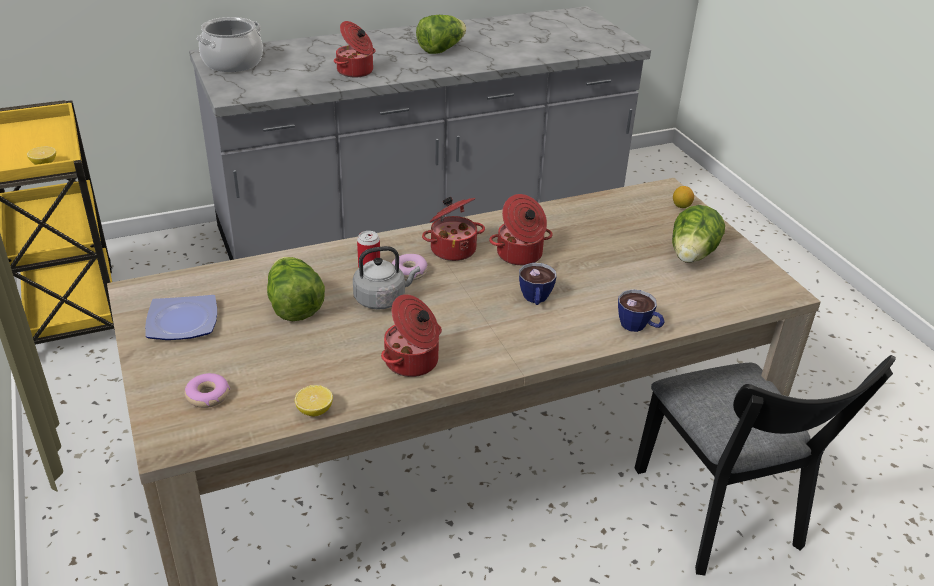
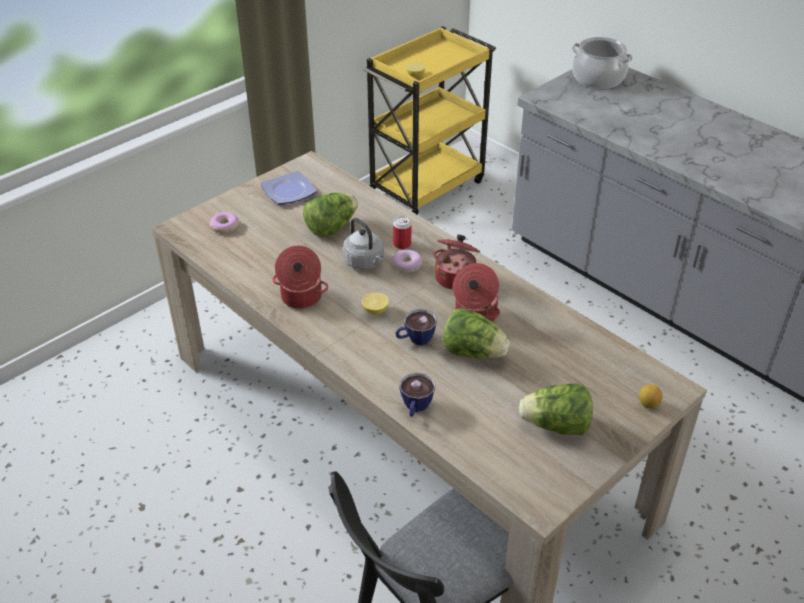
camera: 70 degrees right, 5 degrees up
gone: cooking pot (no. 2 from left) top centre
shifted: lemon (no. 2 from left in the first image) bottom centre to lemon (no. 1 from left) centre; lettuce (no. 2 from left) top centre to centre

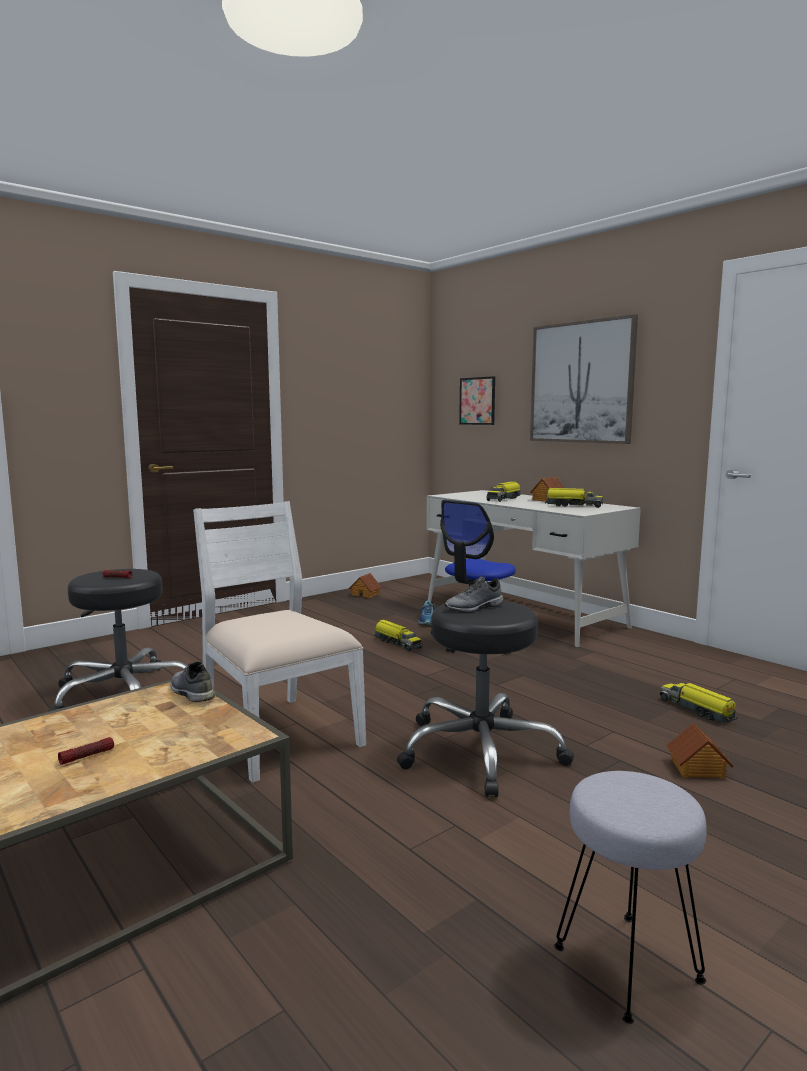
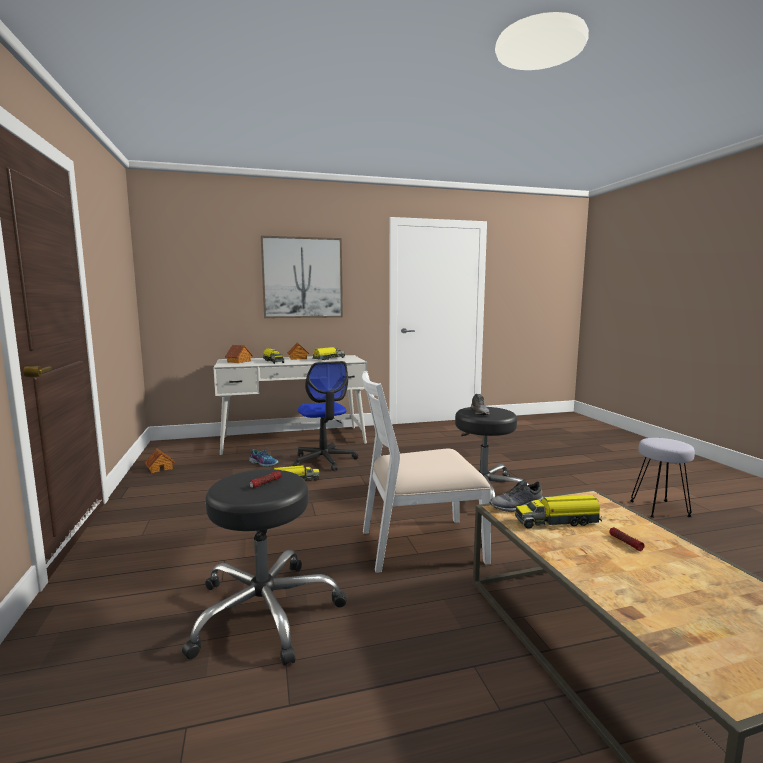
camera: 65 degrees left, 0 degrees up
gone: picture (no. 1 from left) centre
shifted: toy house (no. 3 from left in the first image) bottom right to toy house (no. 2 from left) middle left; toy truck (no. 4 from left) middle right to bottom right

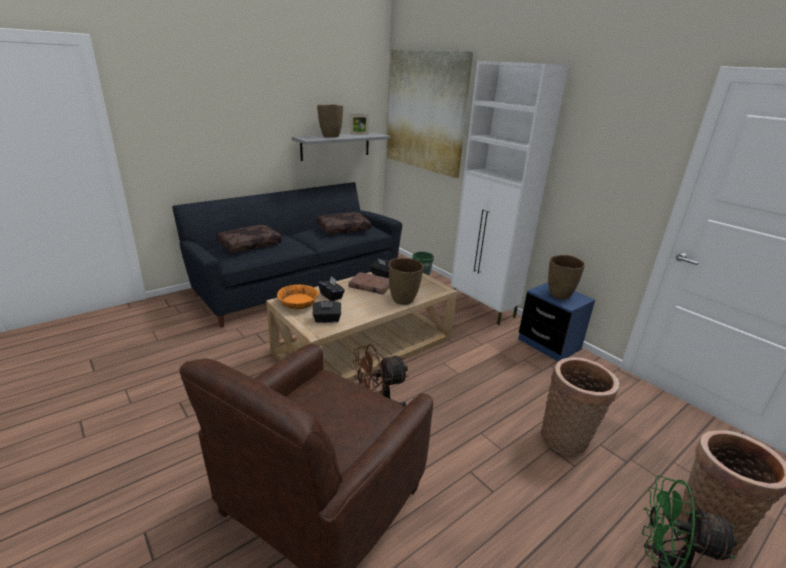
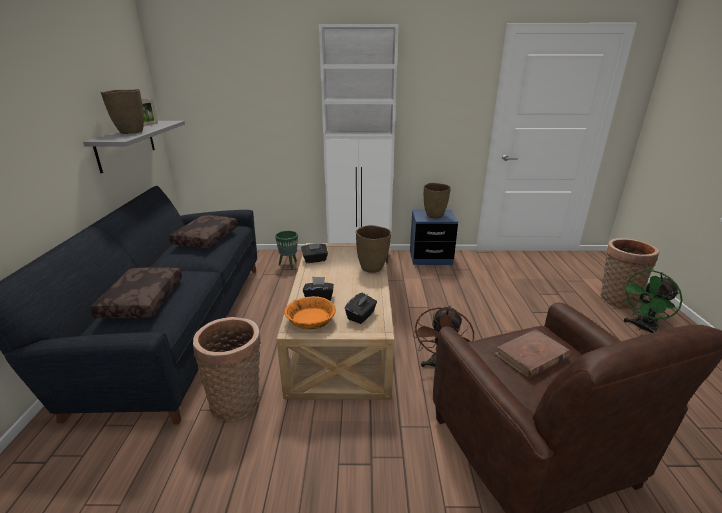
camera: 50 degrees left, 0 degrees up
gone: picture top centre
shifted: basket (no. 1 from left) bottom right to bottom left; book (brown) centre to bottom right

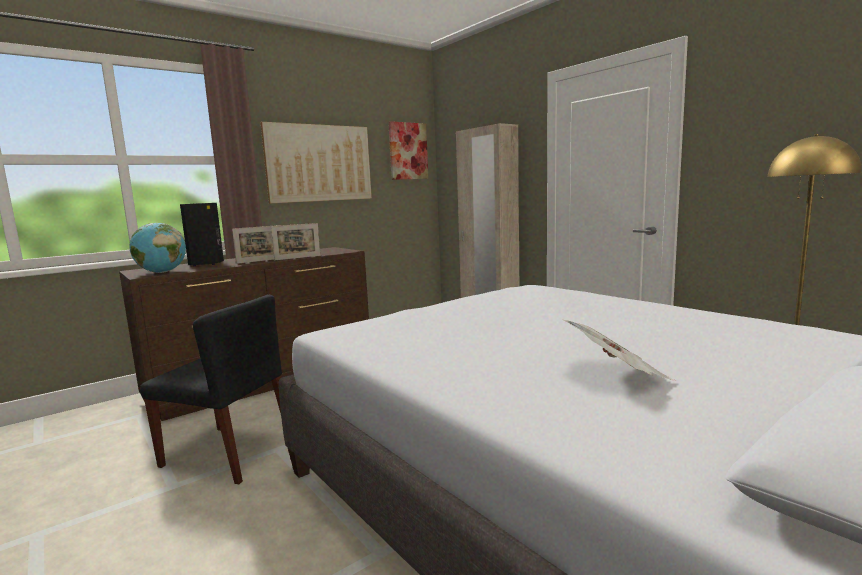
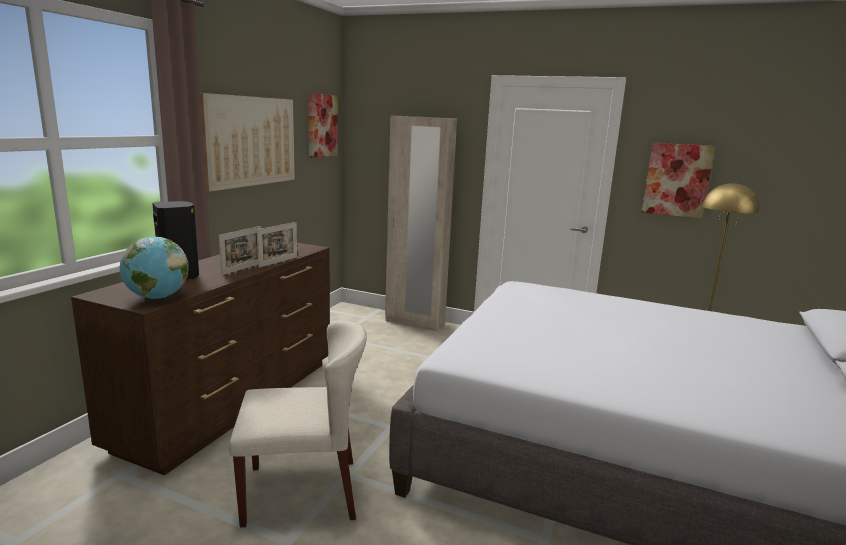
camera: 30 degrees left, 5 degrees up
gone: newspaper middle right
new: picture (no. 3 from left) top right
repainted: chair (black) bottom left to chair (beige) bottom centre

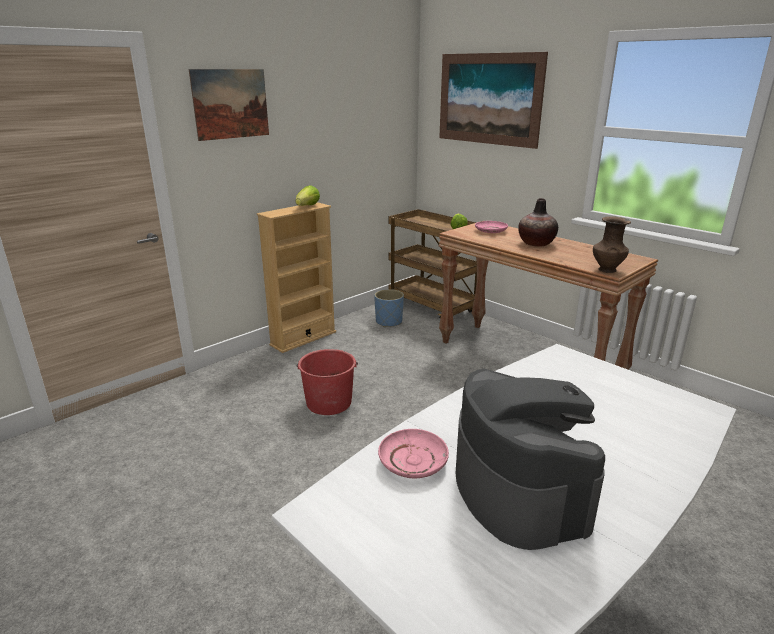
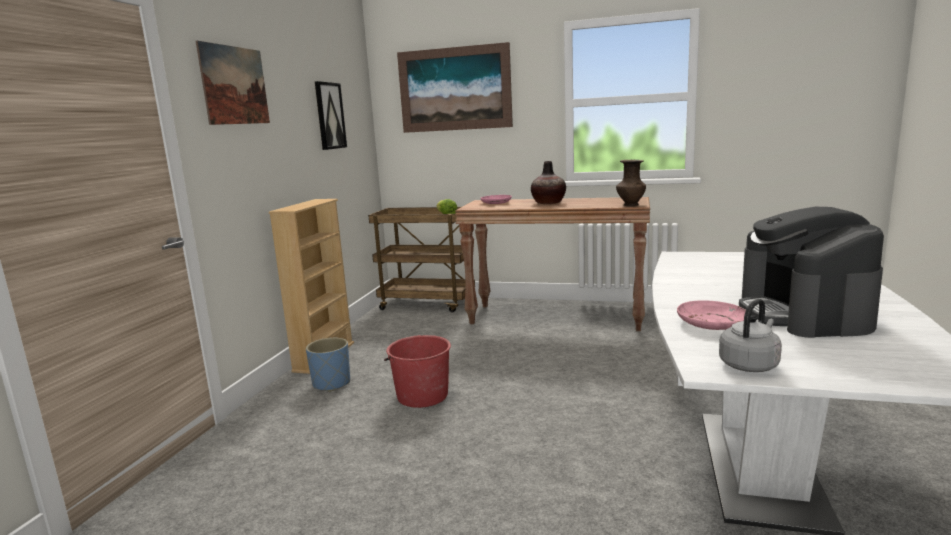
camera: 30 degrees left, 10 degrees down
gone: lettuce (no. 1 from left) top centre
new: picture (no. 2 from left) top centre; kettle (grey) middle right
shifted: planter (blue) centre to bottom centre
rotated: coffee machine bottom right = middle right 135 degrees counterclockwise

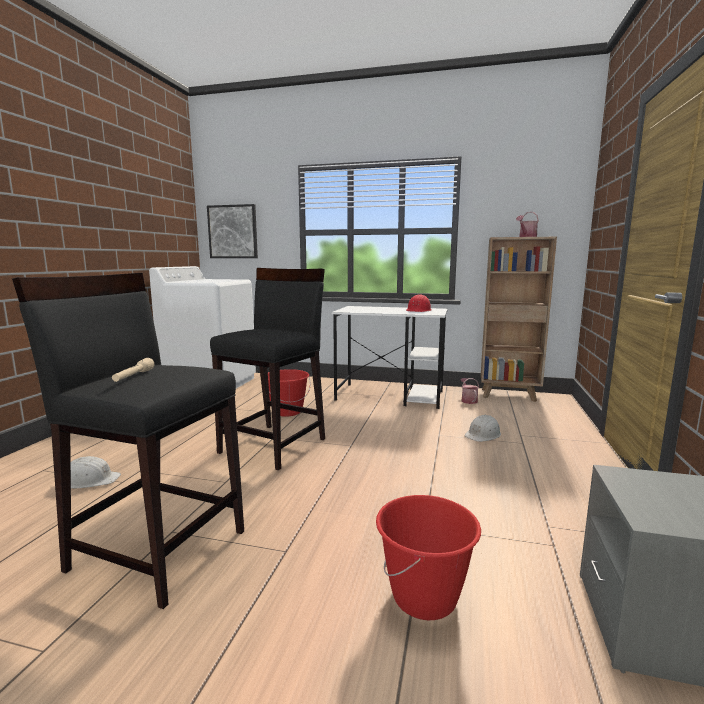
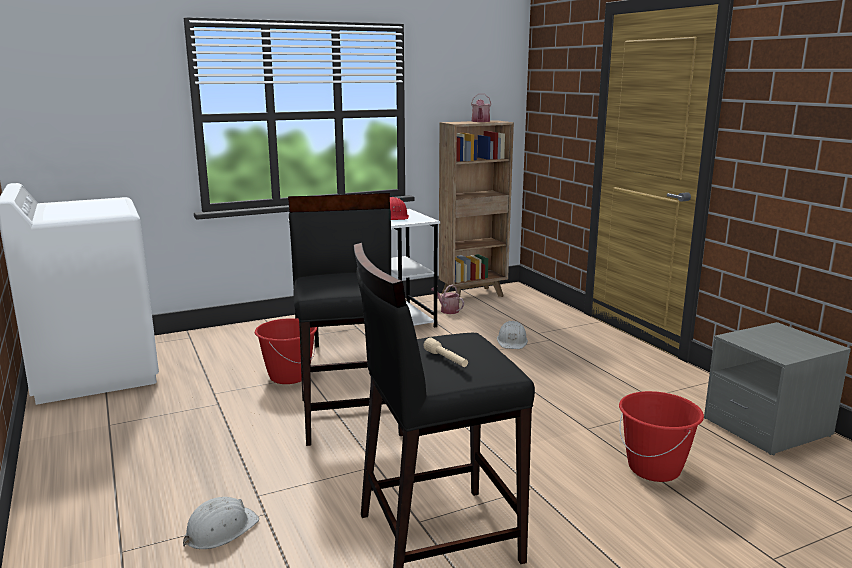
camera: 40 degrees left, 5 degrees up
gone: picture top left

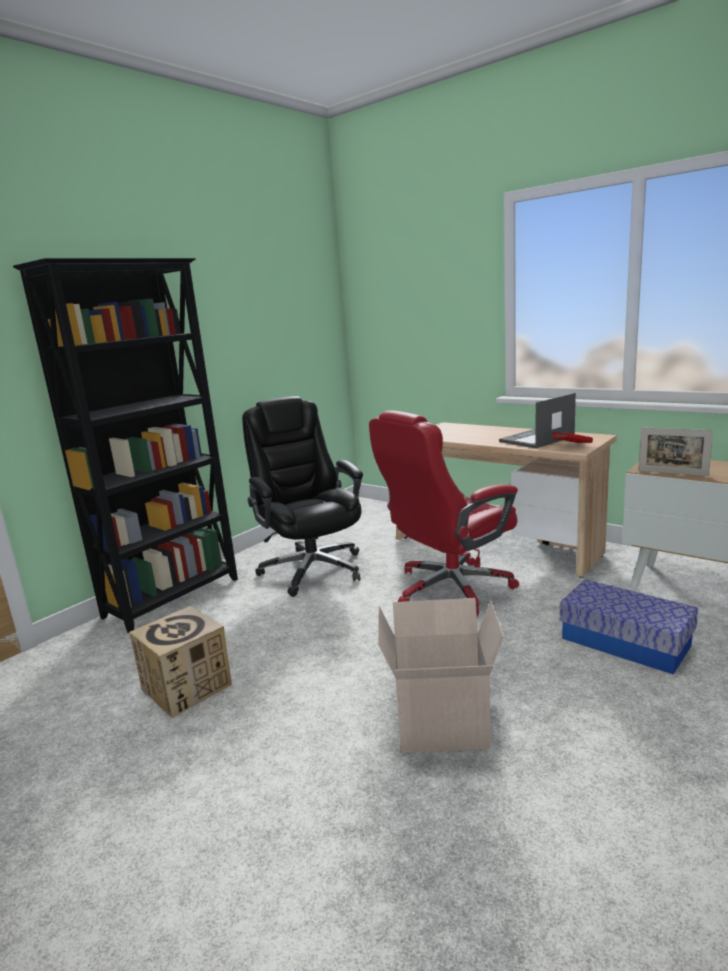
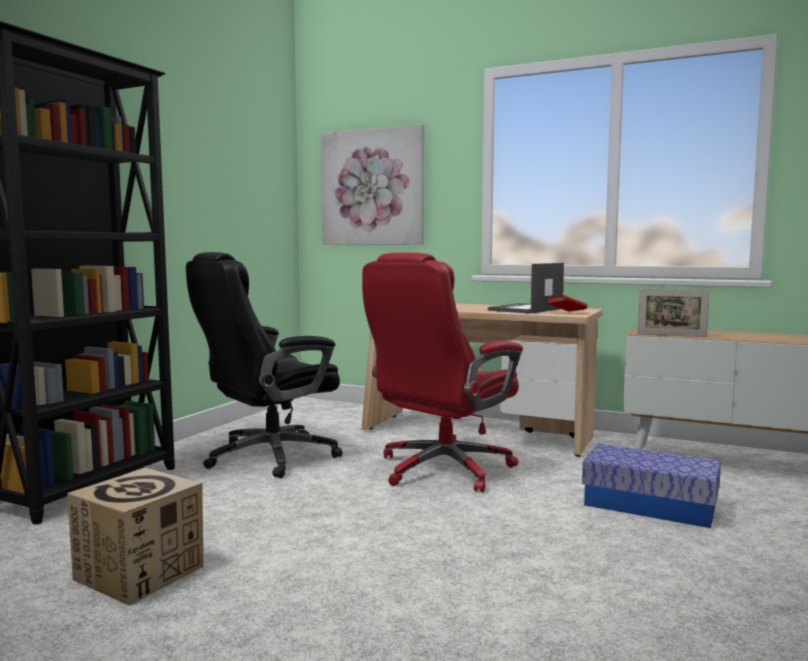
camera: 15 degrees left, 10 degrees down
gone: cardboard box (no. 2 from left) bottom centre
new: picture top centre
rotated: office chair (black) centre = middle left 90 degrees counterclockwise

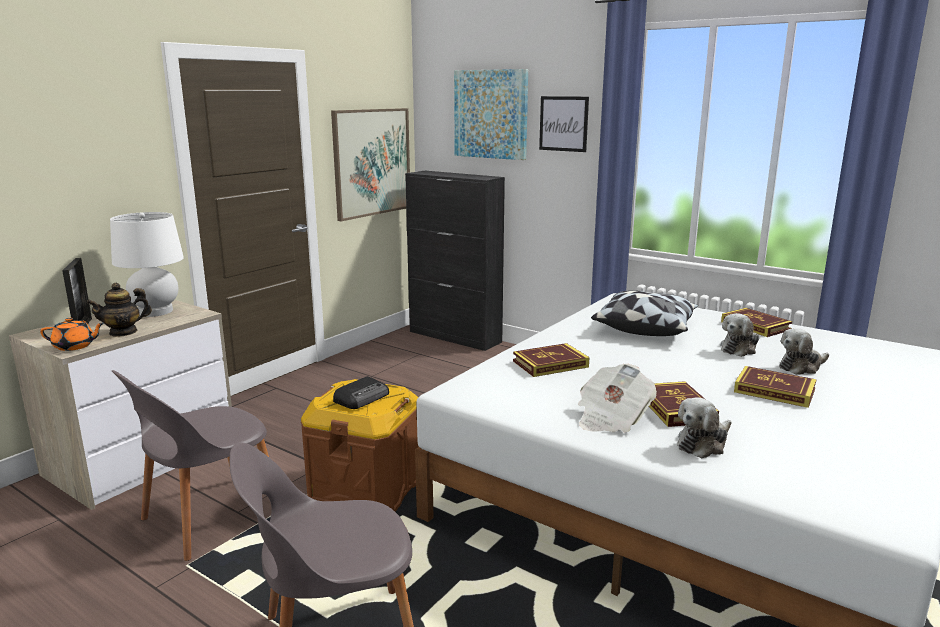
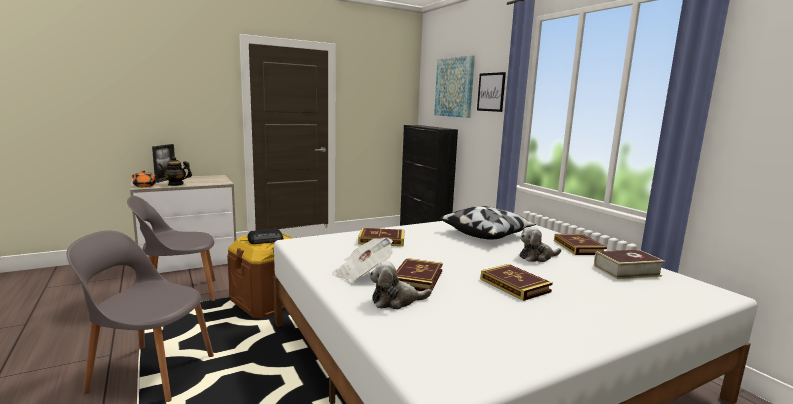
camera: 25 degrees right, 5 degrees down
gone: table lamp (white) middle left; picture (no. 1 from left) top centre; plush toy (no. 3 from left) middle right
new: book (no. 5 from left) middle right

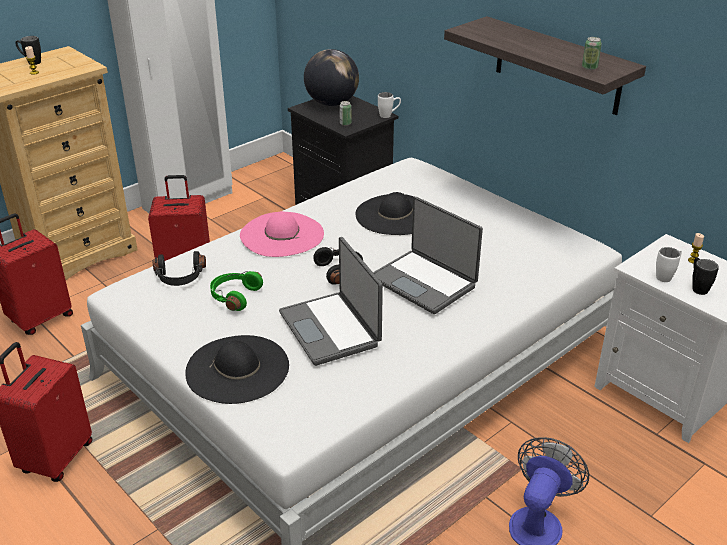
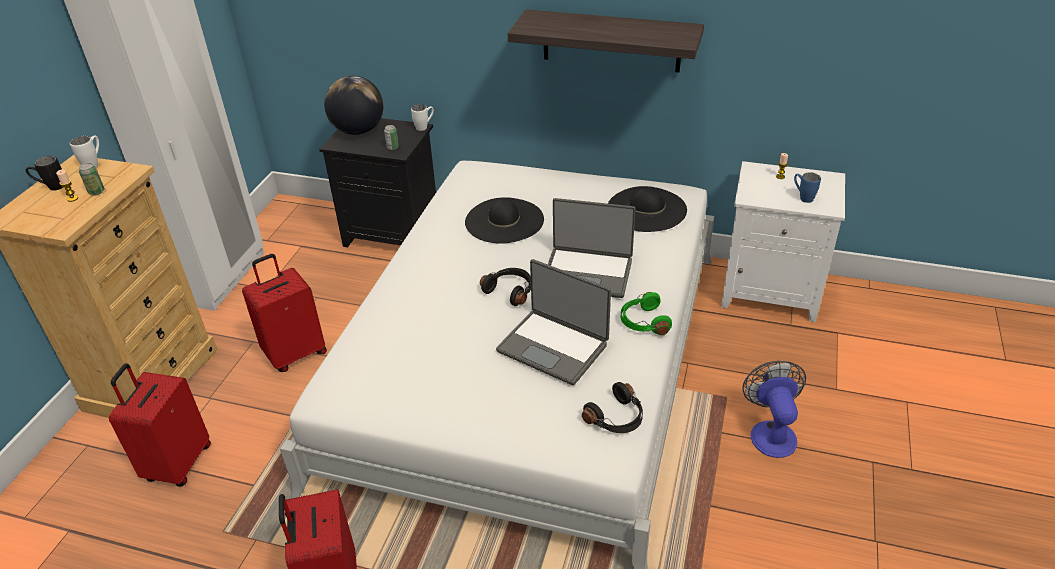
camera: 30 degrees left, 5 degrees up
gone: hat (pink) centre
shifted: mug (white) (no. 2 from left in the first image) middle right to mug (white) (no. 1 from left) top left; can (no. 2 from left in the first image) top right to can (no. 1 from left) top left; headphones (black) (no. 1 from left in the first image) middle left to headphones (black) (no. 2 from left) bottom centre; hat (black) (no. 1 from left in the first image) bottom left to hat (black) (no. 2 from left) centre; headphones (green) middle left to centre
repainted: mug (black) (no. 2 from left) middle right to mug (blue) top right

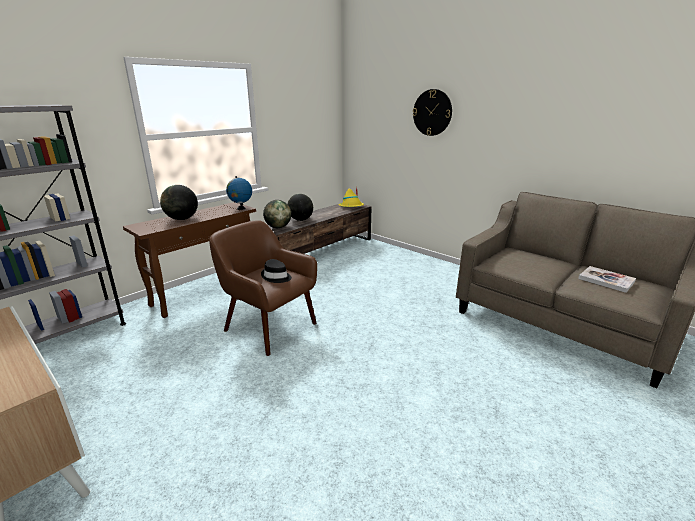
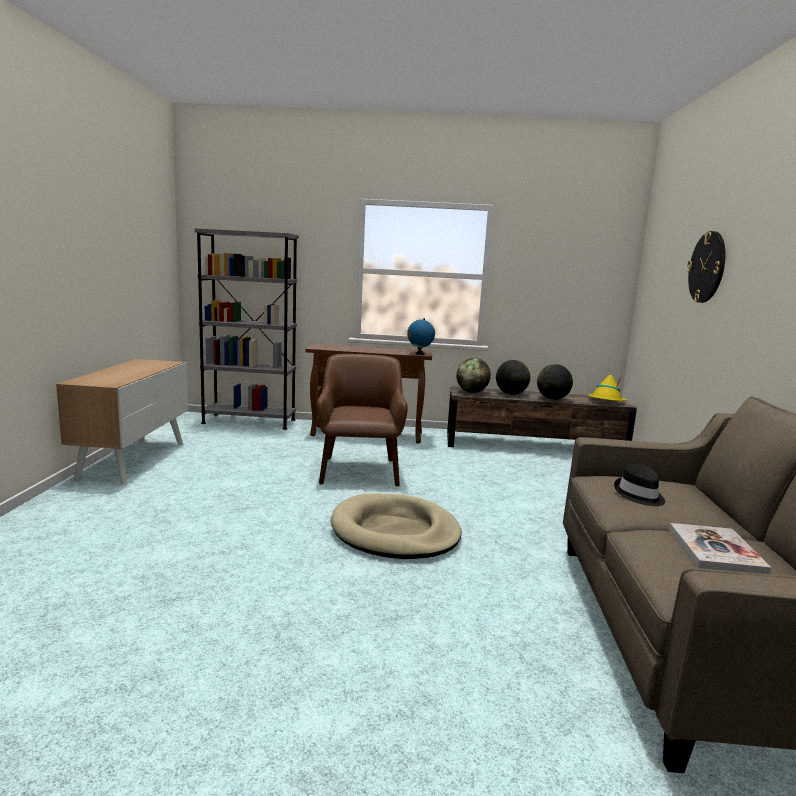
camera: 50 degrees right, 10 degrees down
new: dog bed (beige) centre
shifted: globe (no. 1 from left in the first image) middle left to globe (no. 4 from left) middle right; hat (black) centre to middle right

